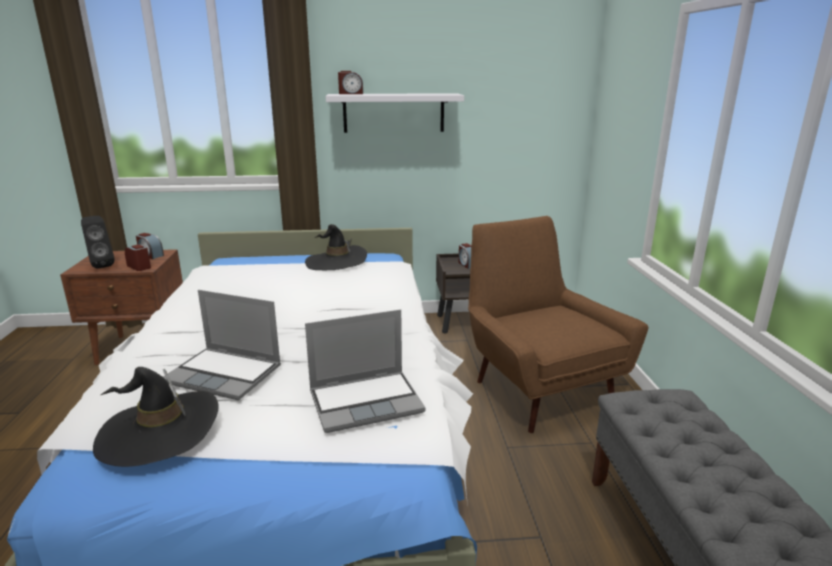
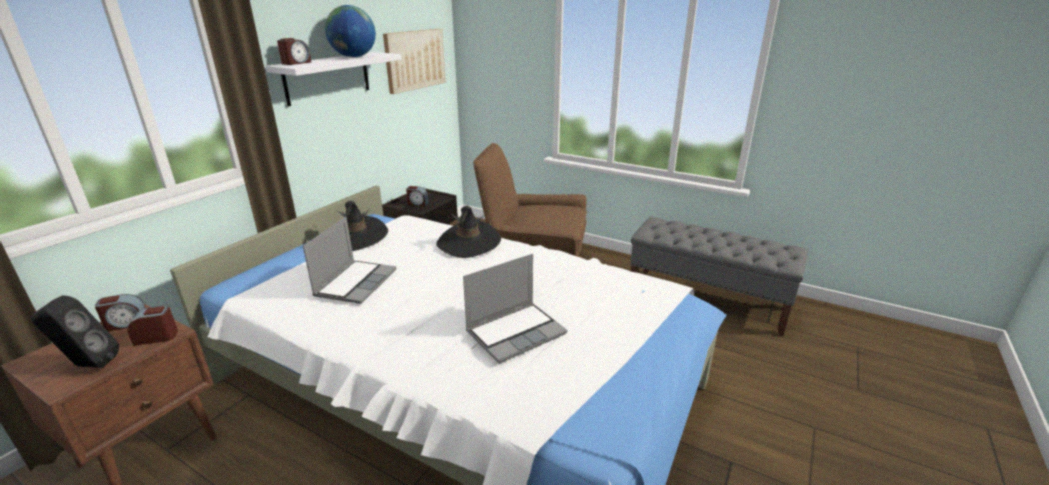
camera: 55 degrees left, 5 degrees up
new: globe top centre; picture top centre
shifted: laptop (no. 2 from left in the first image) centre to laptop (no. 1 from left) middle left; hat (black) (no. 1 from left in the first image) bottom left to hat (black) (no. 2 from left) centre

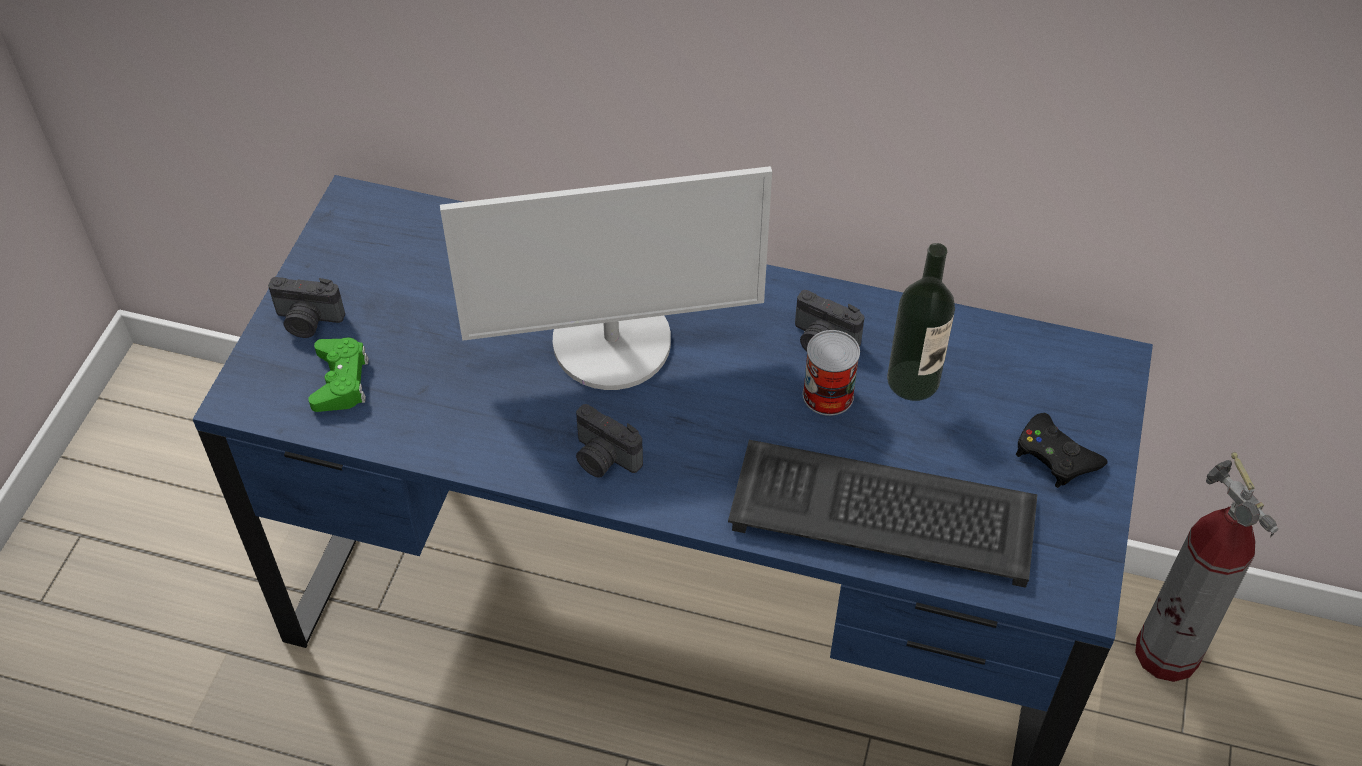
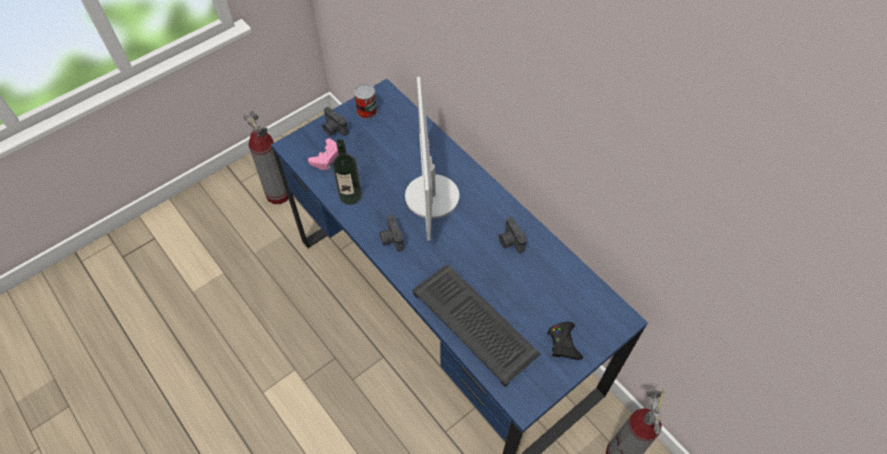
camera: 35 degrees right, 5 degrees up
new: fire extinguisher (no. 1 from left) middle left
shifted: bottle middle right to centre; can centre to top centre
repainted: game controller (green) middle left to game controller (pink) centre
rotated: monitor centre = centre 60 degrees clockwise

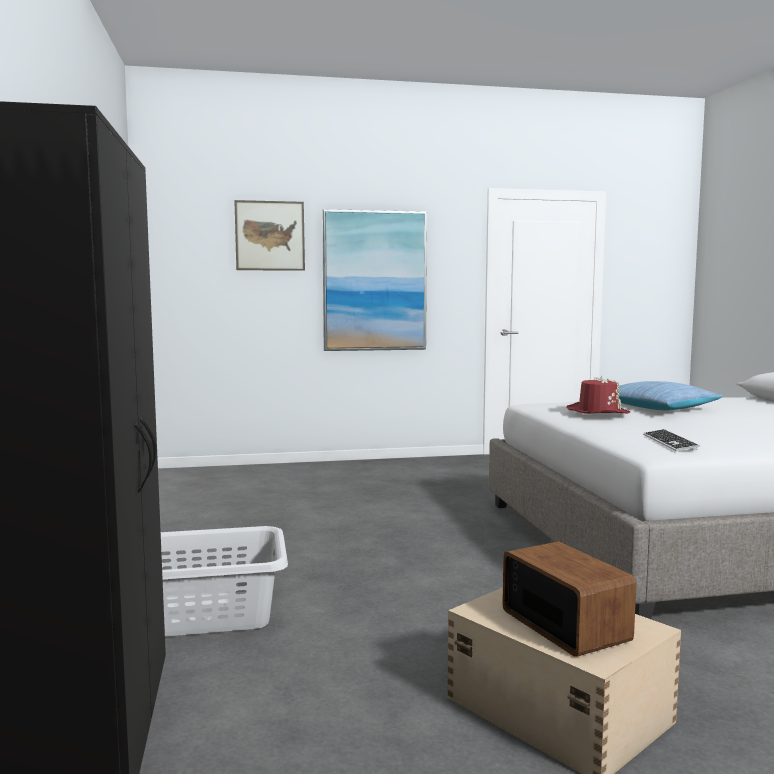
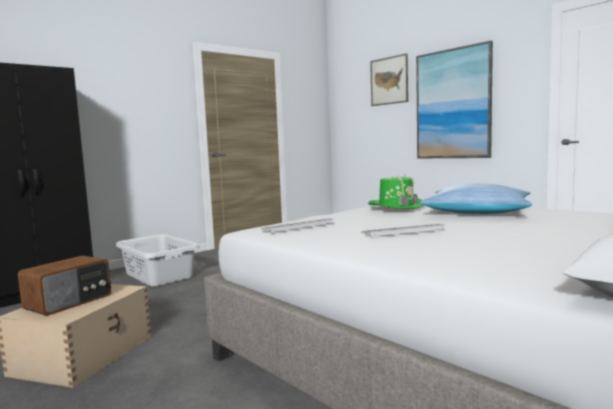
camera: 60 degrees right, 0 degrees up
new: keyboard (no. 2 from left) centre
repainted: hat (red) middle right to hat (green) centre

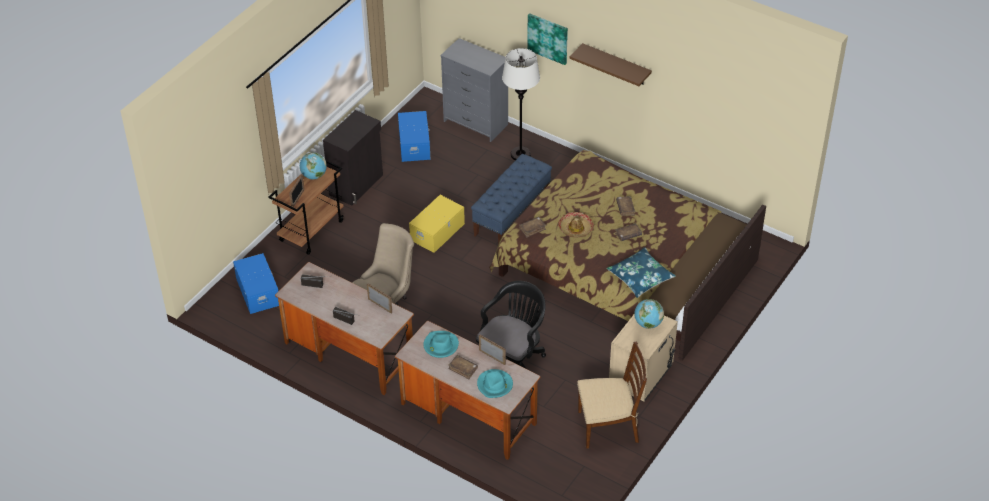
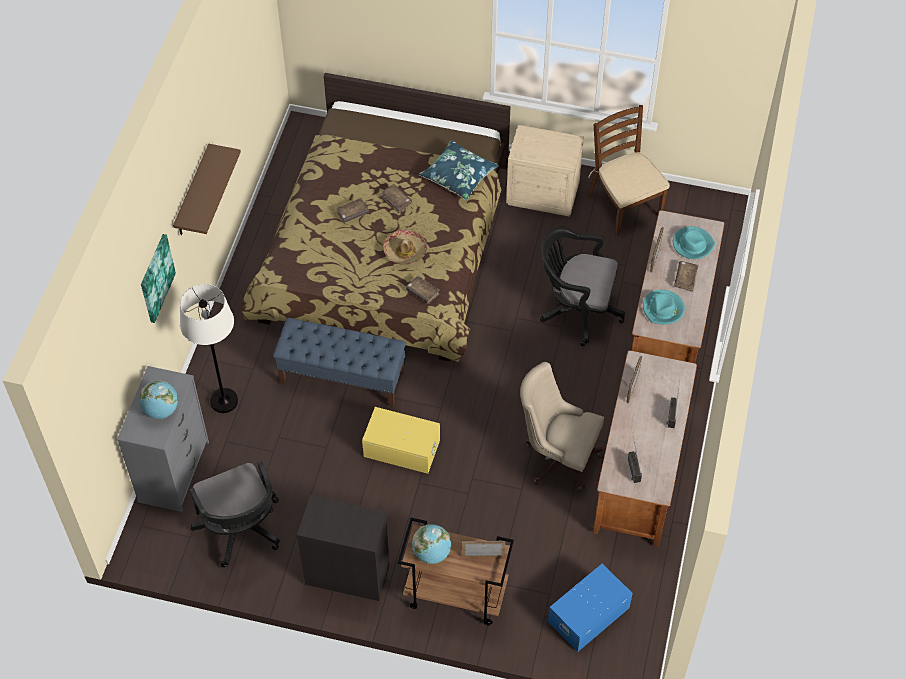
camera: 110 degrees left, 10 degrees up
shifted: globe (no. 2 from left in the first image) centre to globe (no. 1 from left) middle left
swapped: storage box (blue) (no. 2 from left) top centre to office chair (black) (no. 1 from left) bottom left

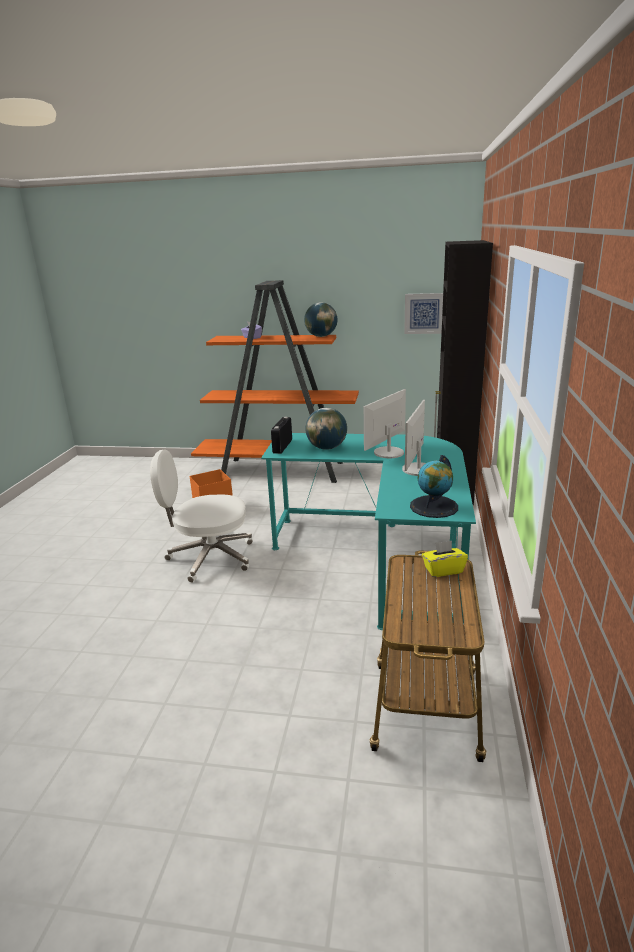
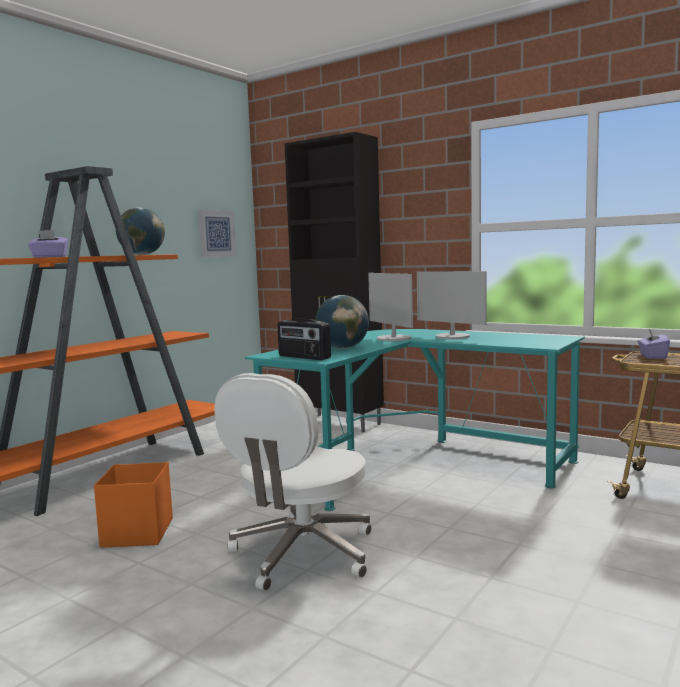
camera: 65 degrees left, 15 degrees down
gone: globe (no. 3 from left) middle right
repainted: tissue box (yellow) middle right to tissue box (purple) (no. 2 from left) middle right

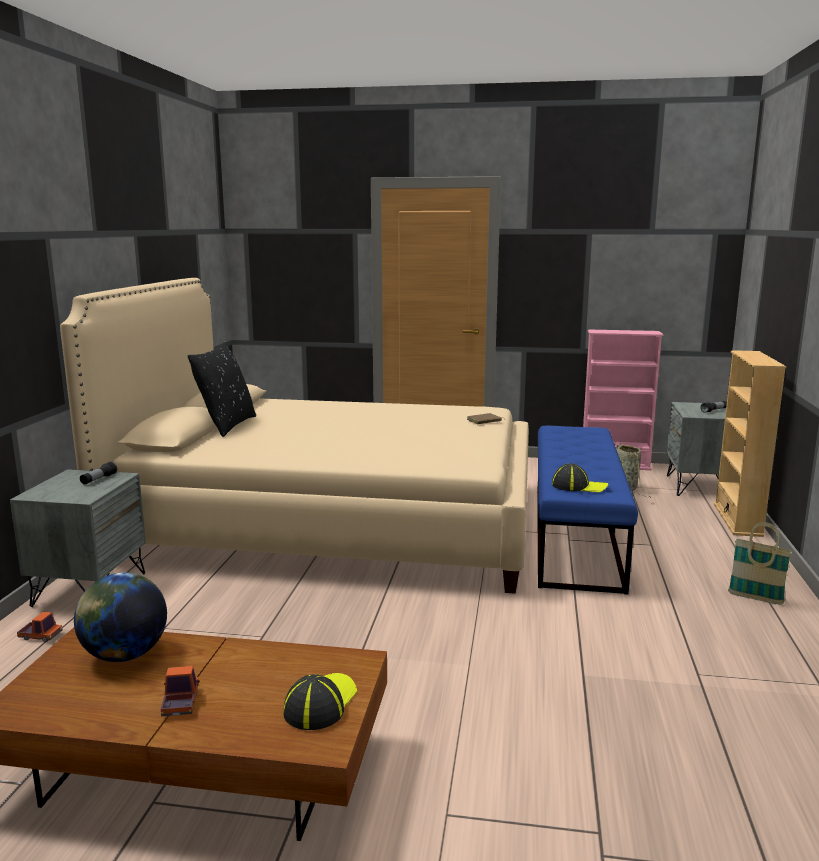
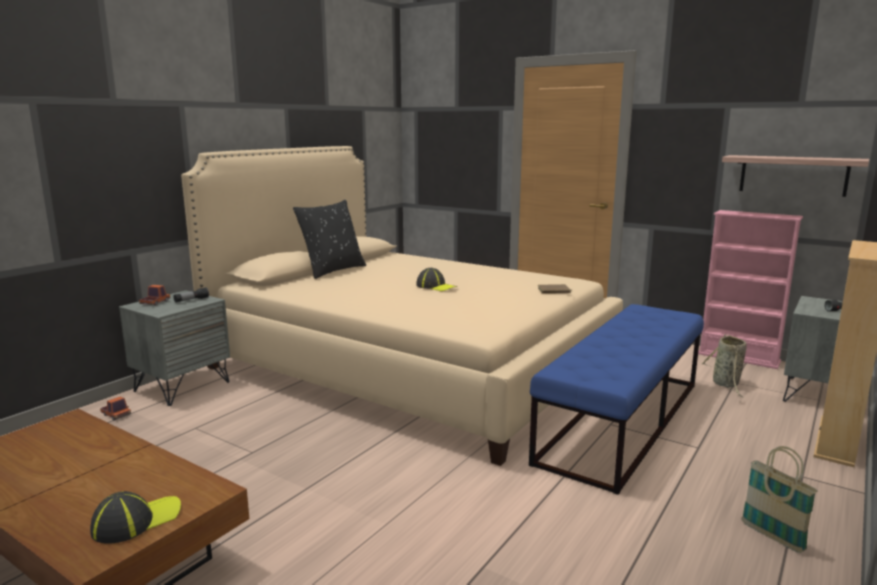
camera: 25 degrees right, 0 degrees up
gone: globe bottom left
new: shelf top right
shifted: toy truck (no. 2 from left) bottom left to middle left; cap (no. 2 from left) middle right to centre

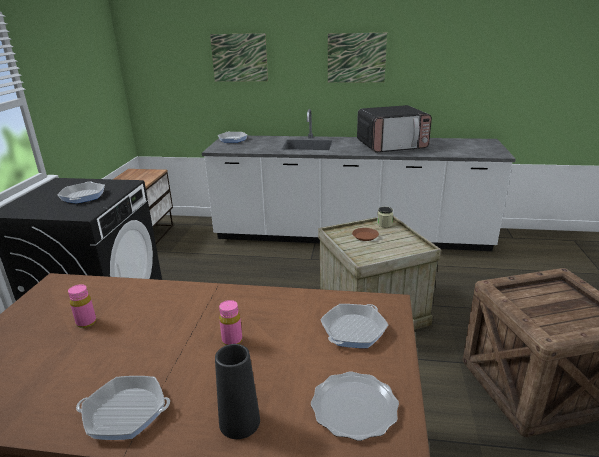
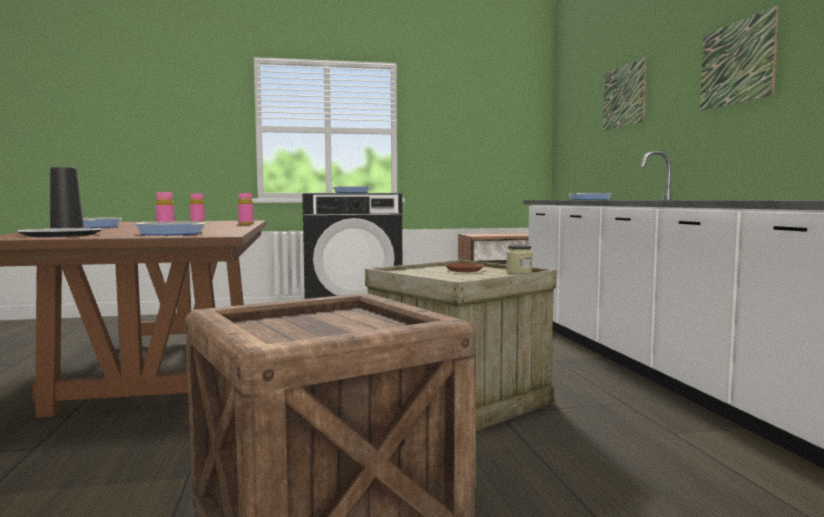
camera: 70 degrees right, 20 degrees down
gone: microwave top centre
new: bottle (pink) (no. 3 from left) middle left

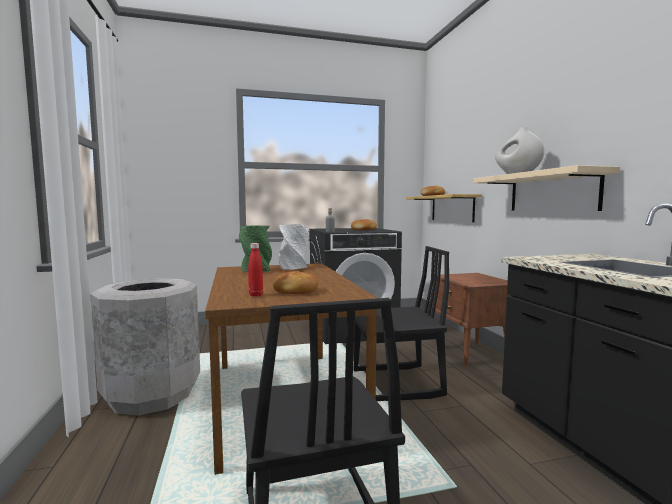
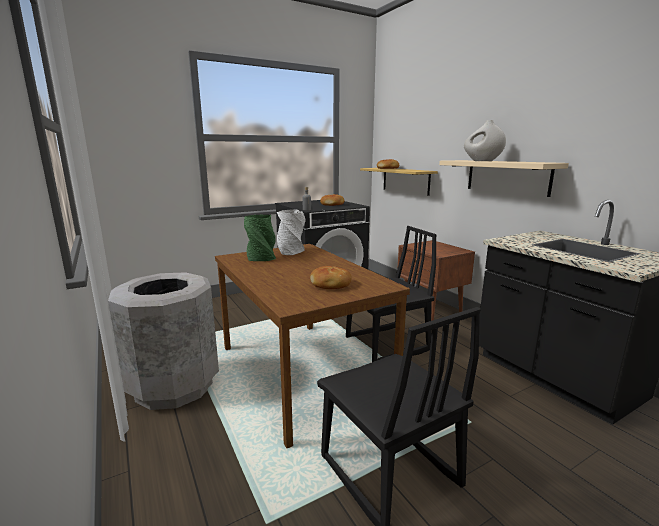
camera: 15 degrees left, 10 degrees up
gone: bottle (red) centre

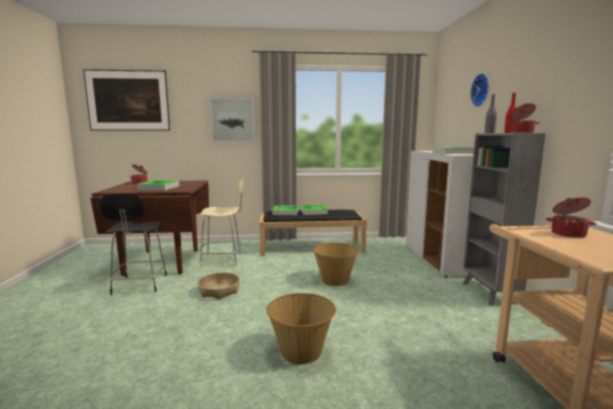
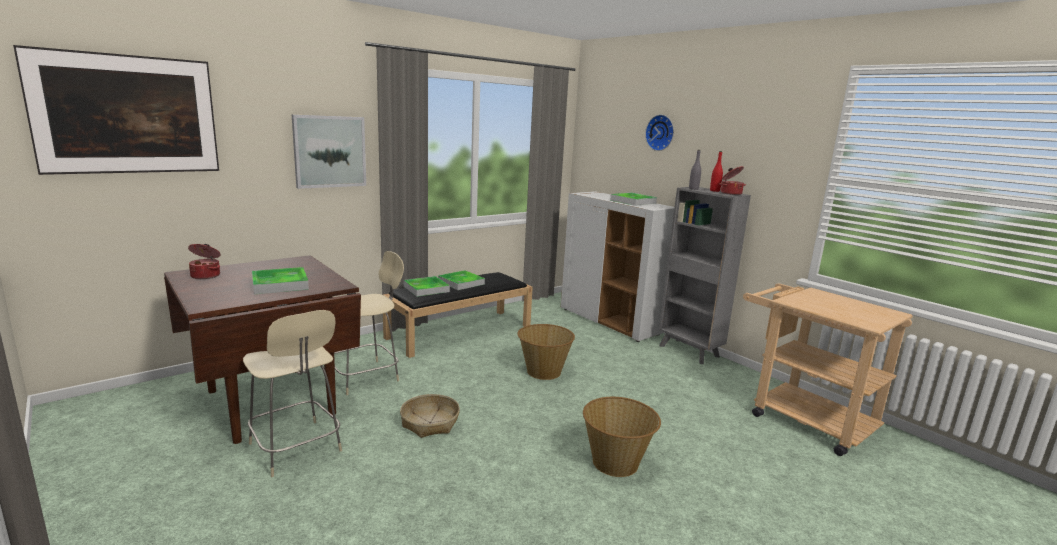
camera: 35 degrees left, 5 degrees up
gone: cooking pot (no. 3 from left) middle right
repainted: chair (black) middle left to chair (beige) (no. 1 from left) bottom left

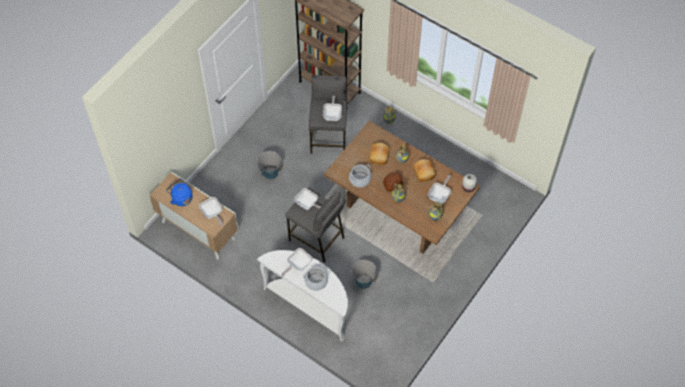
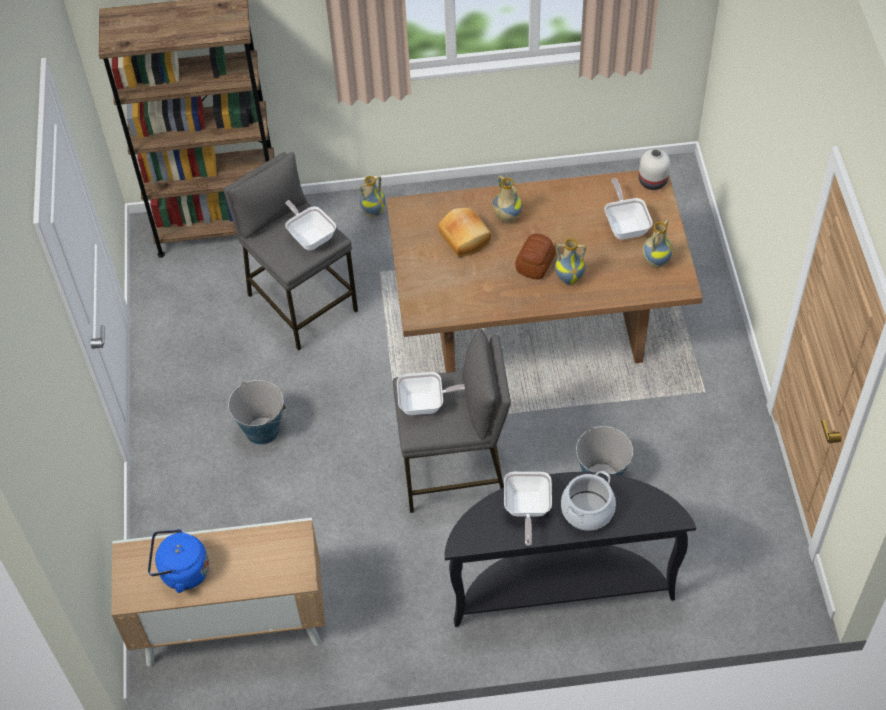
camera: 40 degrees left, 5 degrees down
gone: frying pan (no. 1 from left) middle left; cooking pot (no. 2 from left) centre; bread (no. 3 from left) centre
repainted: console table (white) bottom centre to console table (black) bottom centre

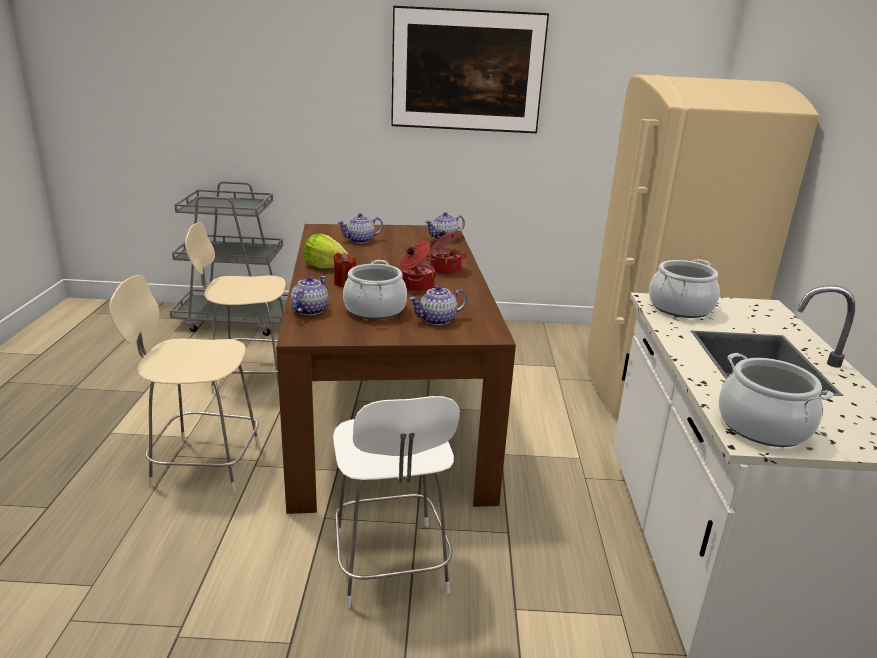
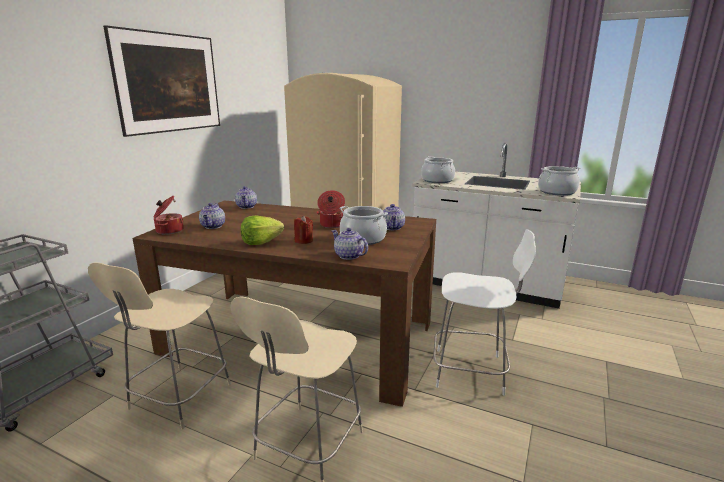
camera: 65 degrees left, 5 degrees down
shifted: cooking pot (no. 3 from left in the first image) centre to cooking pot (no. 1 from left) middle left

